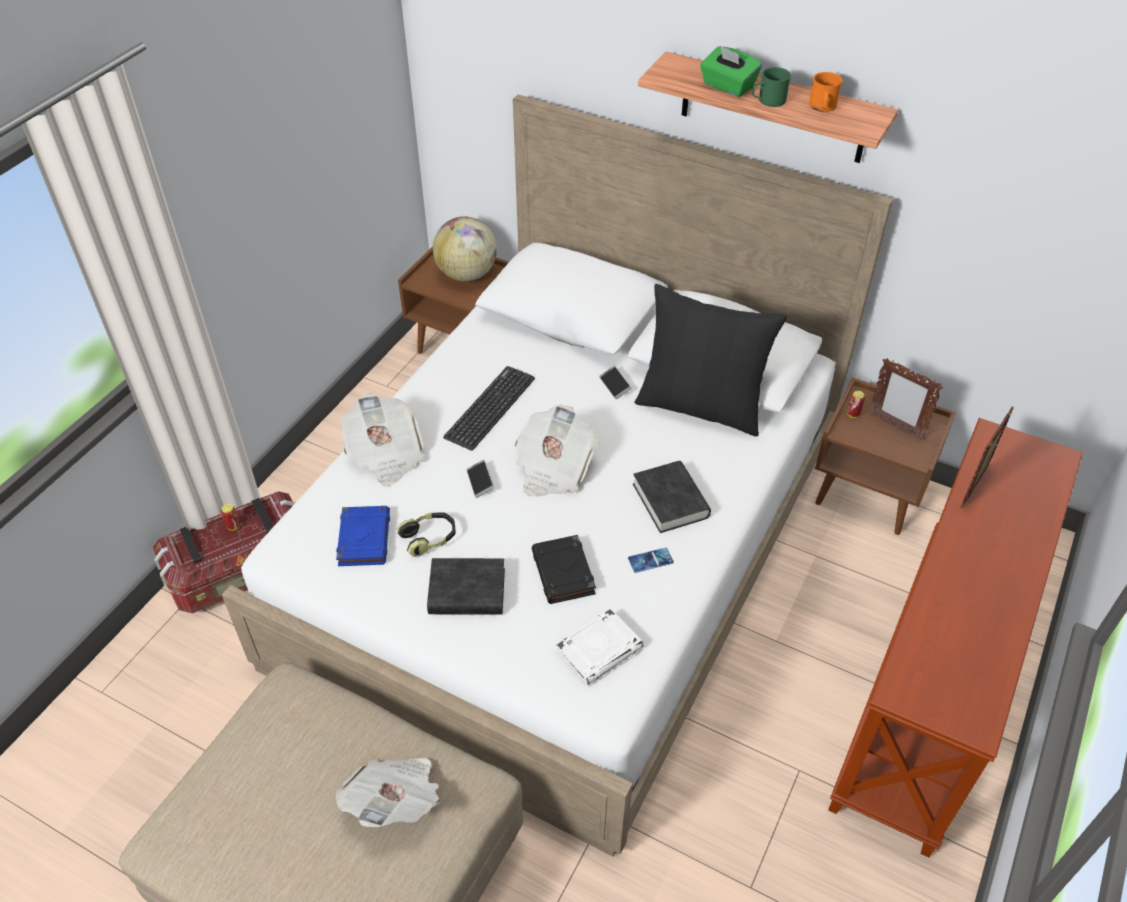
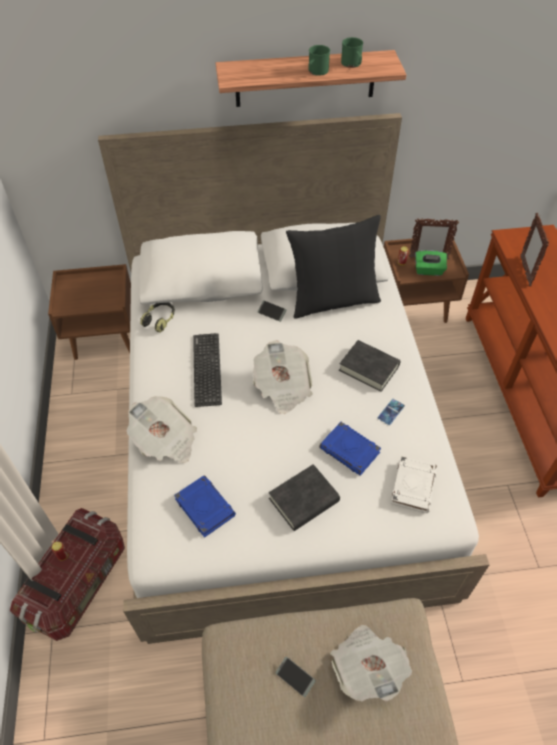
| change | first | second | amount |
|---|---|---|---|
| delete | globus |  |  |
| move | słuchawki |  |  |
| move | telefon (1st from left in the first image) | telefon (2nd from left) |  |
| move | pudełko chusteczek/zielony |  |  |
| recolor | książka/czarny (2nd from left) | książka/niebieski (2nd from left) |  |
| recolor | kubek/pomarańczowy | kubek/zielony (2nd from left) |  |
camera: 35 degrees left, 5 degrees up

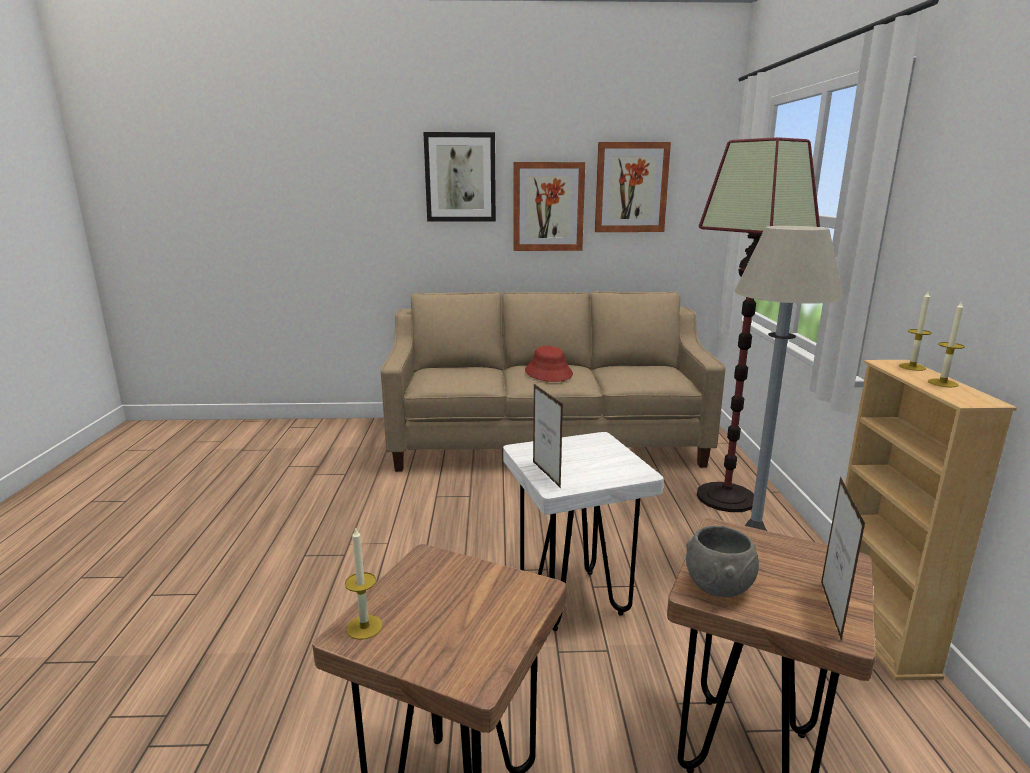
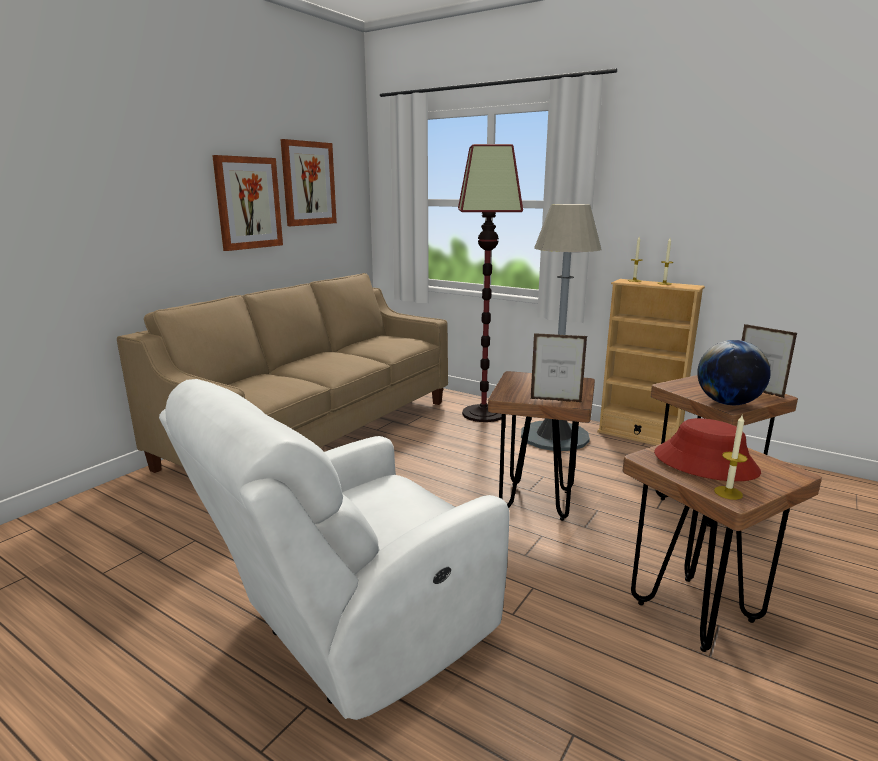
| change | first | second | amount |
|---|---|---|---|
| delete | obraz (1st from left) |  |  |
| insert |  | fotel/biały |  |
| move | kapelusz/czerwony |  |  |
| replace | miska/szary | globus |  |
| recolor | stołek/biały | stołek/brązowy (1st from left) |  |
camera: 55 degrees left, 0 degrees up

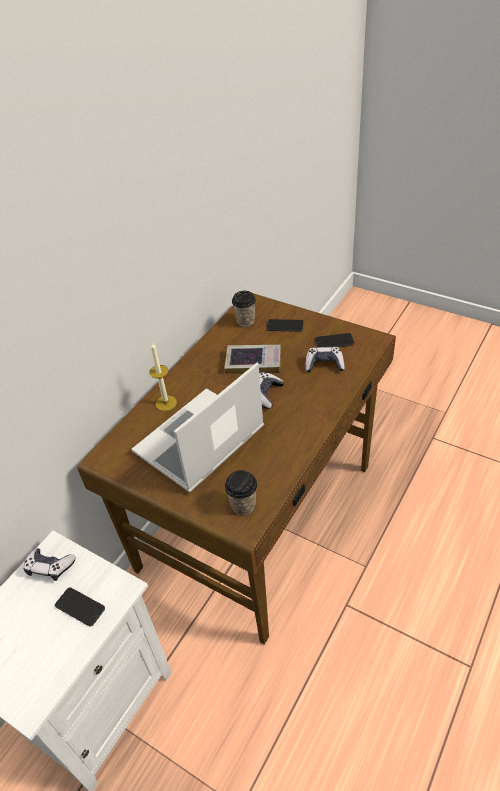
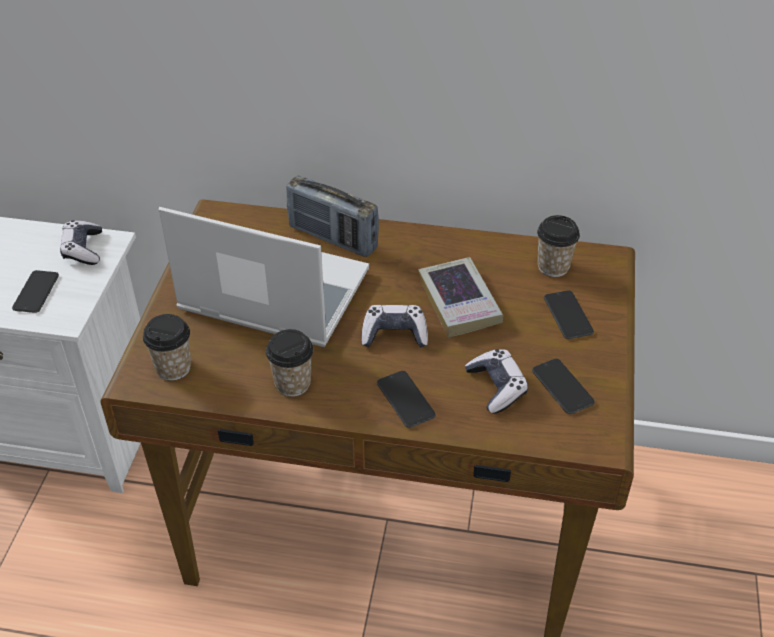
| change | first | second | amount |
|---|---|---|---|
| insert |  | filiżanka (2nd from left) |  |
| insert |  | telefon (2nd from left) |  |
| replace | świeca | radio |  |
camera: 65 degrees right, 0 degrees up

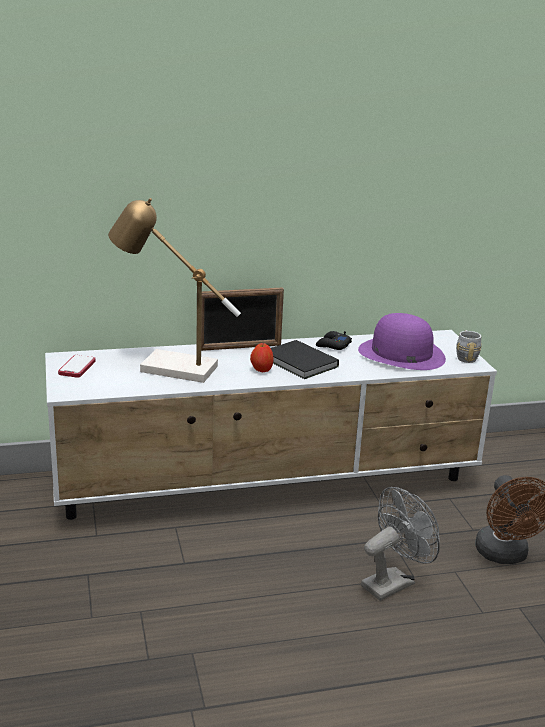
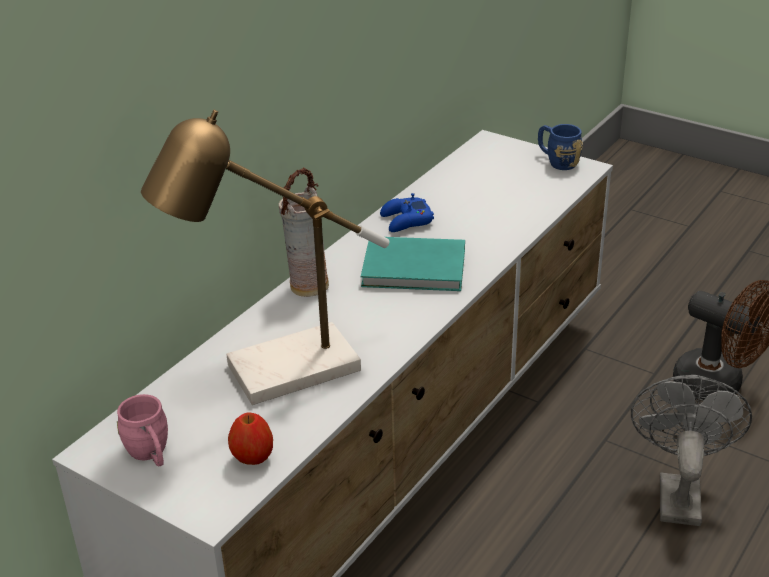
| change | first | second | amount |
|---|---|---|---|
| delete | kapelusz/fioletowy |  |  |
| move | jabłko |  |  |
| replace | telefon | kubek/różowy |  |
| replace | ramka na zdjęcie | wazon |  |
| recolor | książka/czarny | książka/turkusowy |  |
| recolor | pad do gier/czarny | pad do gier/niebieski |  |
| recolor | kubek/szary | kubek/niebieski |  |
camera: 40 degrees left, 10 degrees up

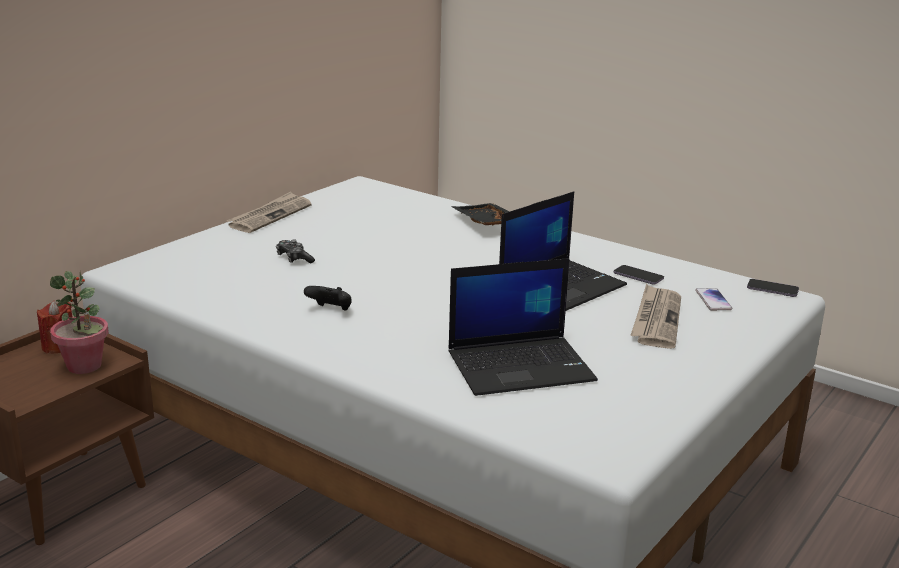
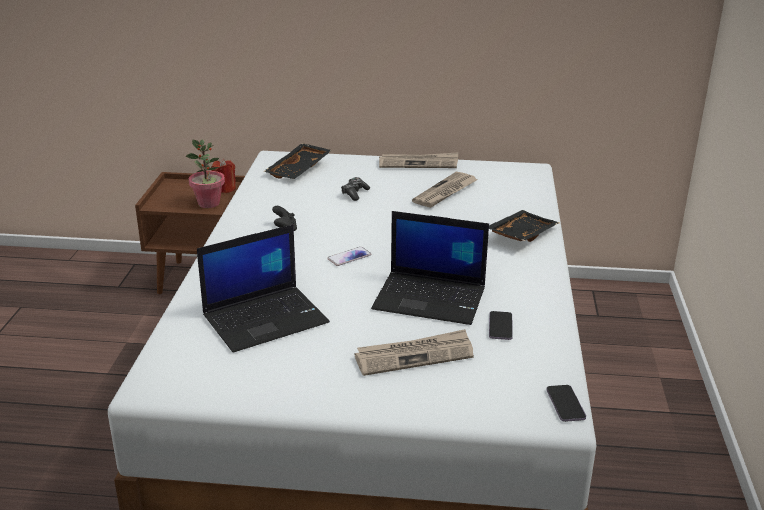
| change | first | second | amount |
|---|---|---|---|
| insert |  | taca/czarny (1st from left) |  |
| insert |  | gazeta (3rd from left) |  |
| move | telefon (2nd from left in the first image) | telefon (1st from left) |  |
| rotate | laptop (1st from left) |  | 75 degrees counterclockwise |
camera: 60 degrees right, 5 degrees up

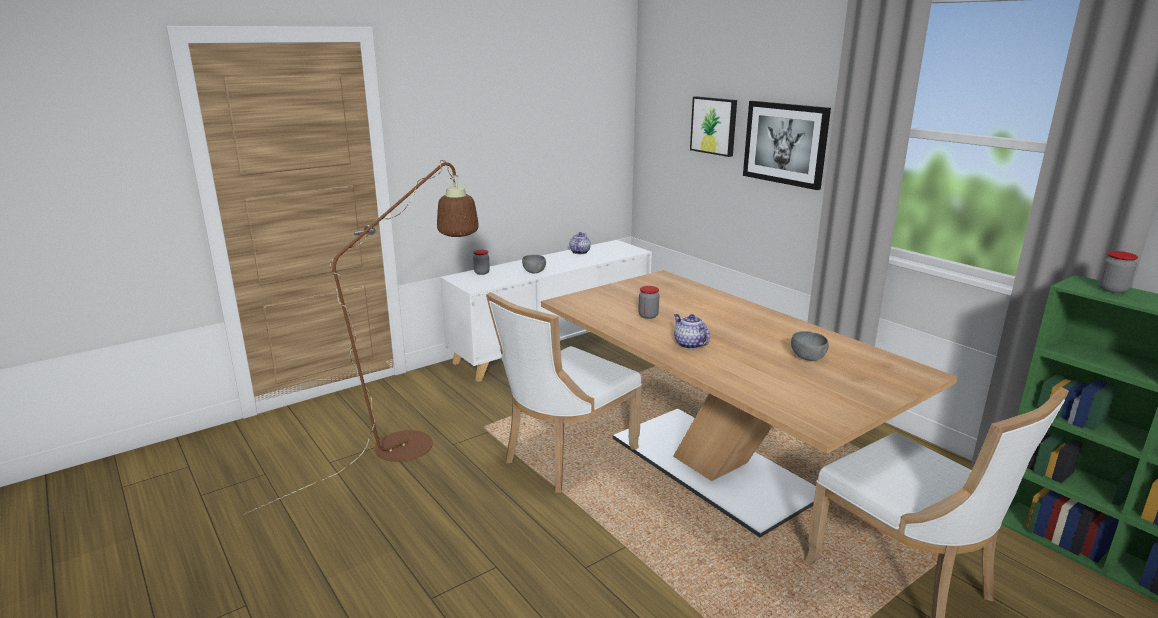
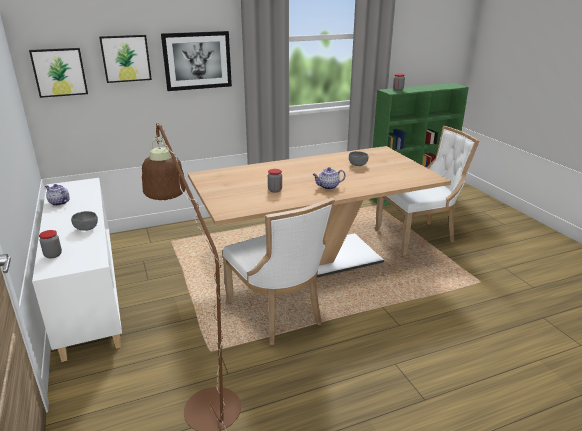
| change | first | second | amount |
|---|---|---|---|
| insert |  | obraz (1st from left) |  |
camera: 75 degrees left, 5 degrees up

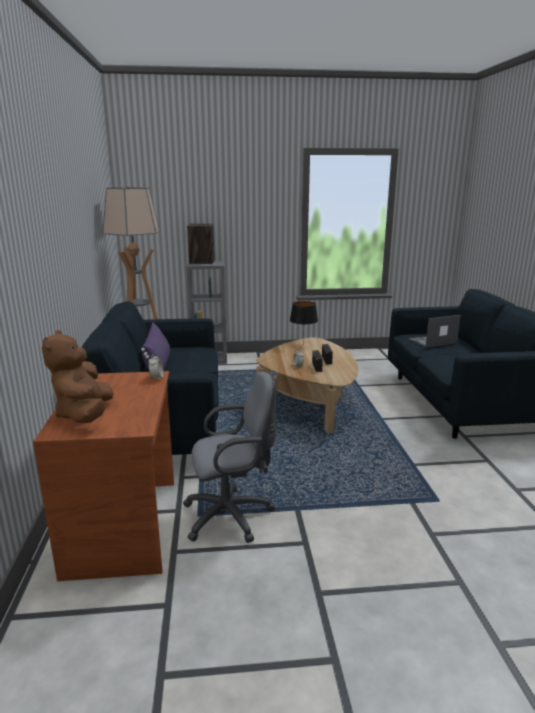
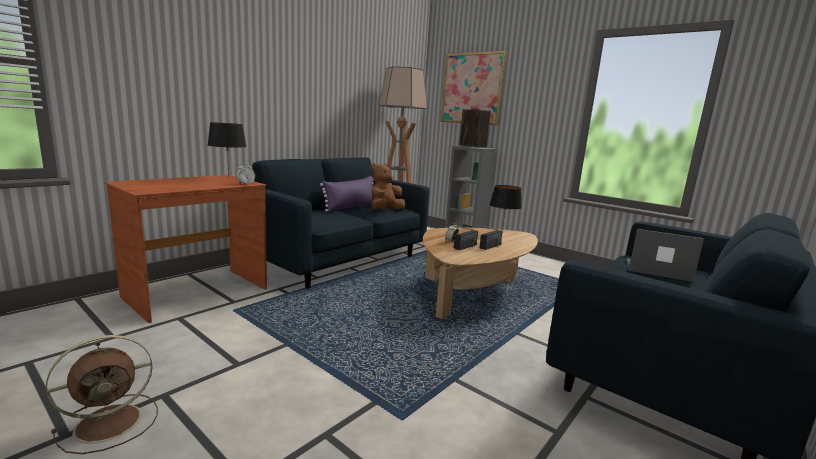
| change | first | second | amount |
|---|---|---|---|
| delete | krzesło biurowe/szary |  |  |
| insert |  | wentylator/brązowy |  |
| insert |  | lampa stołowa/czarny (1st from left) |  |
| insert |  | obraz |  |
| move | pluszak/brązowy |  |  |
camera: 45 degrees right, 5 degrees down

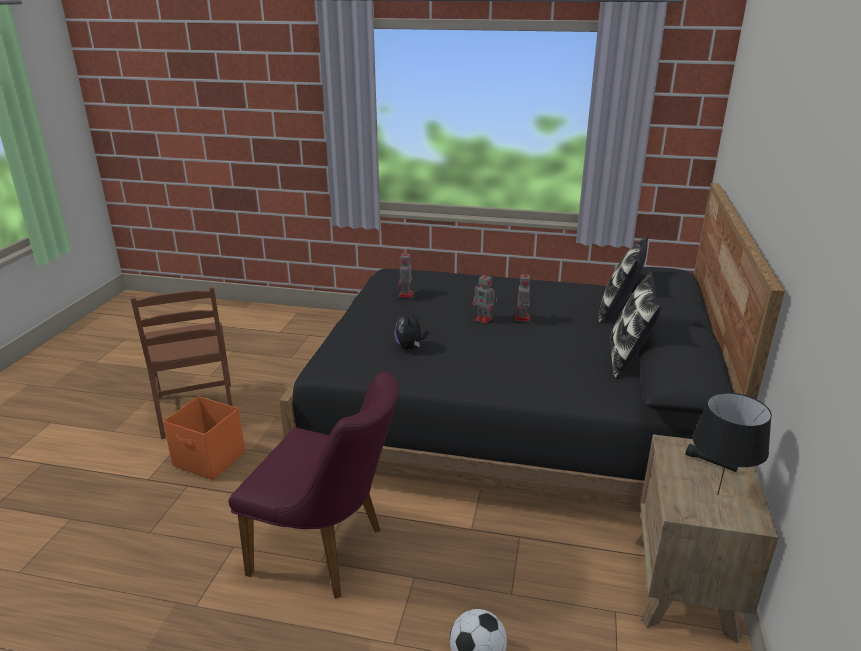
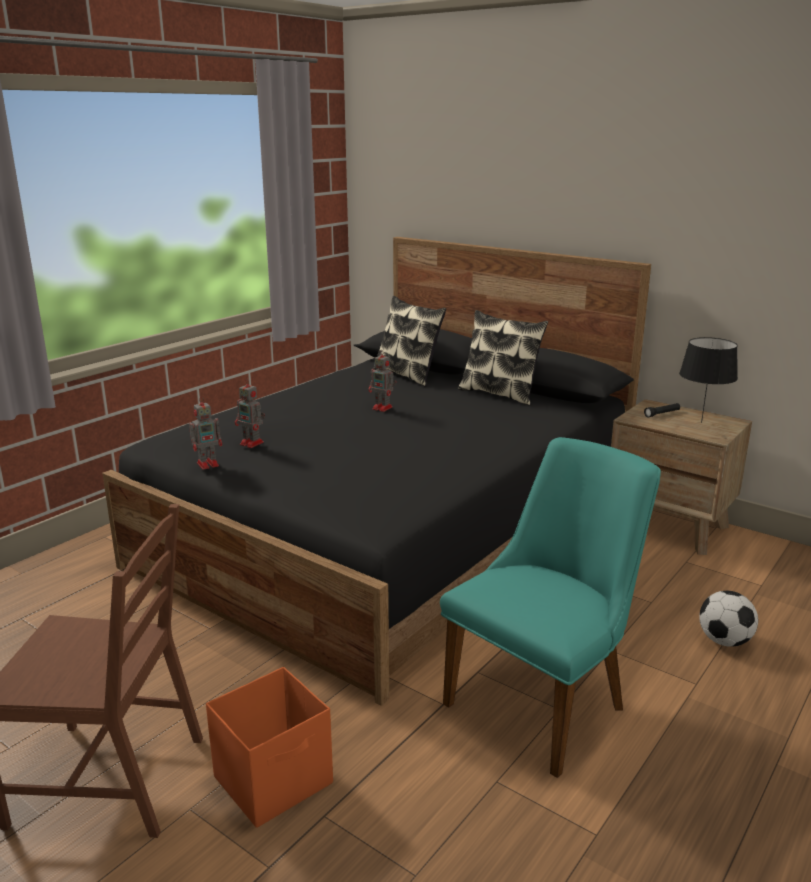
| change | first | second | amount |
|---|---|---|---|
| delete | pluszak |  |  |
| move | robot zabawkowy (2nd from left in the first image) | robot zabawkowy (1st from left) |  |
| recolor | krzesło/fioletowy | krzesło/turkusowy |  |
camera: 65 degrees left, 5 degrees down

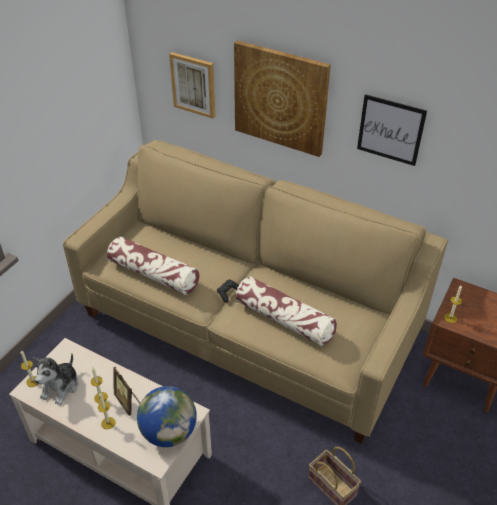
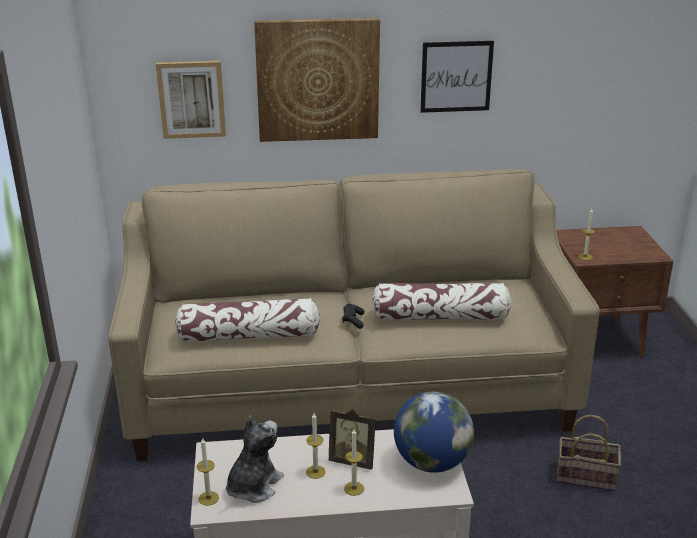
| change | first | second | amount |
|---|---|---|---|
| rotate | pluszak |  | 135 degrees counterclockwise |
camera: 35 degrees left, 15 degrees down

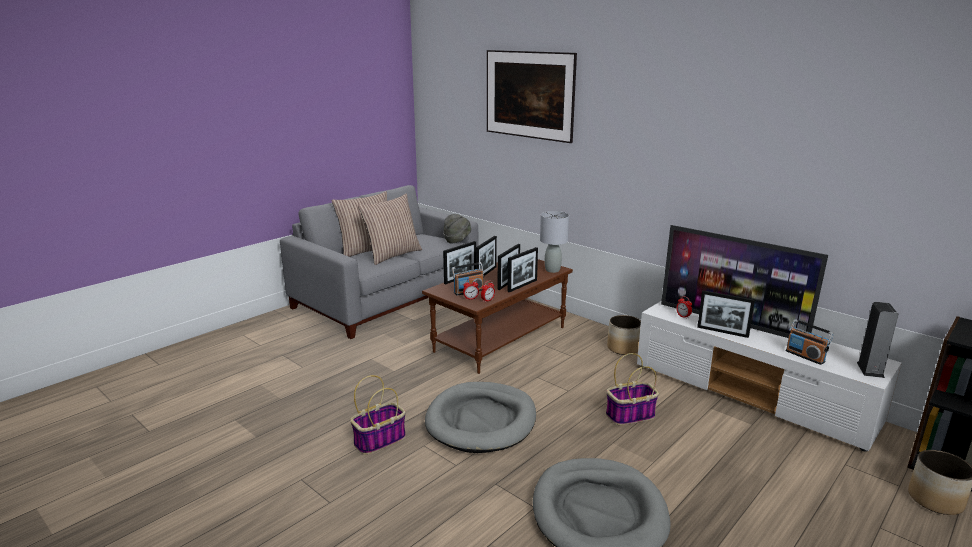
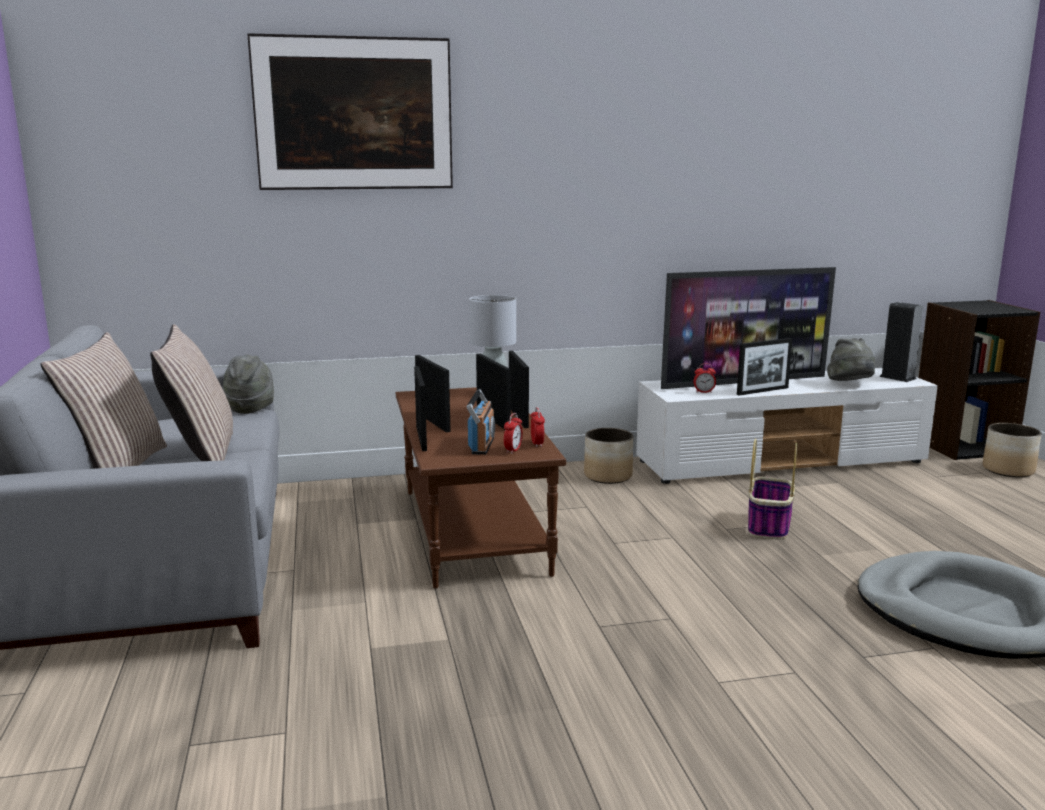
| change | first | second | amount |
|---|---|---|---|
| delete | koszyk (1st from left) |  |  |
| delete | legowisko/szary (1st from left) |  |  |
| replace | radio (2nd from left) | kapelusz/szary (2nd from left) |  |
camera: 55 degrees left, 5 degrees down

